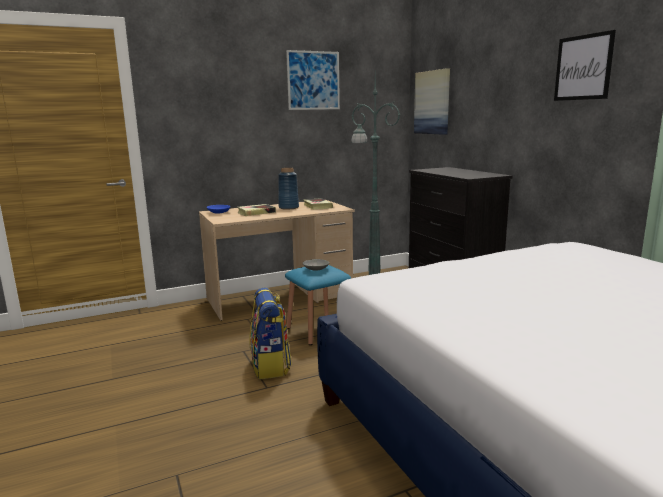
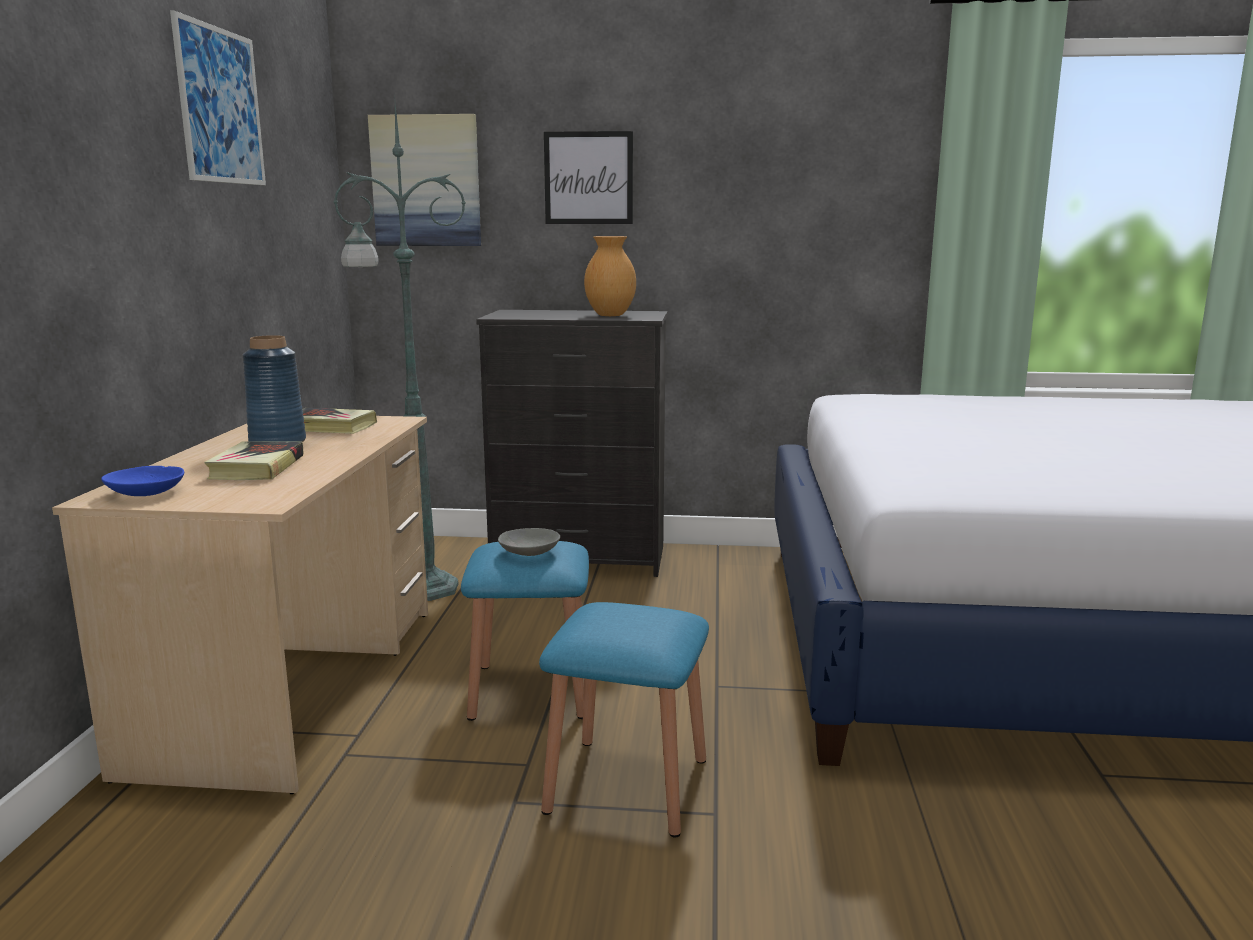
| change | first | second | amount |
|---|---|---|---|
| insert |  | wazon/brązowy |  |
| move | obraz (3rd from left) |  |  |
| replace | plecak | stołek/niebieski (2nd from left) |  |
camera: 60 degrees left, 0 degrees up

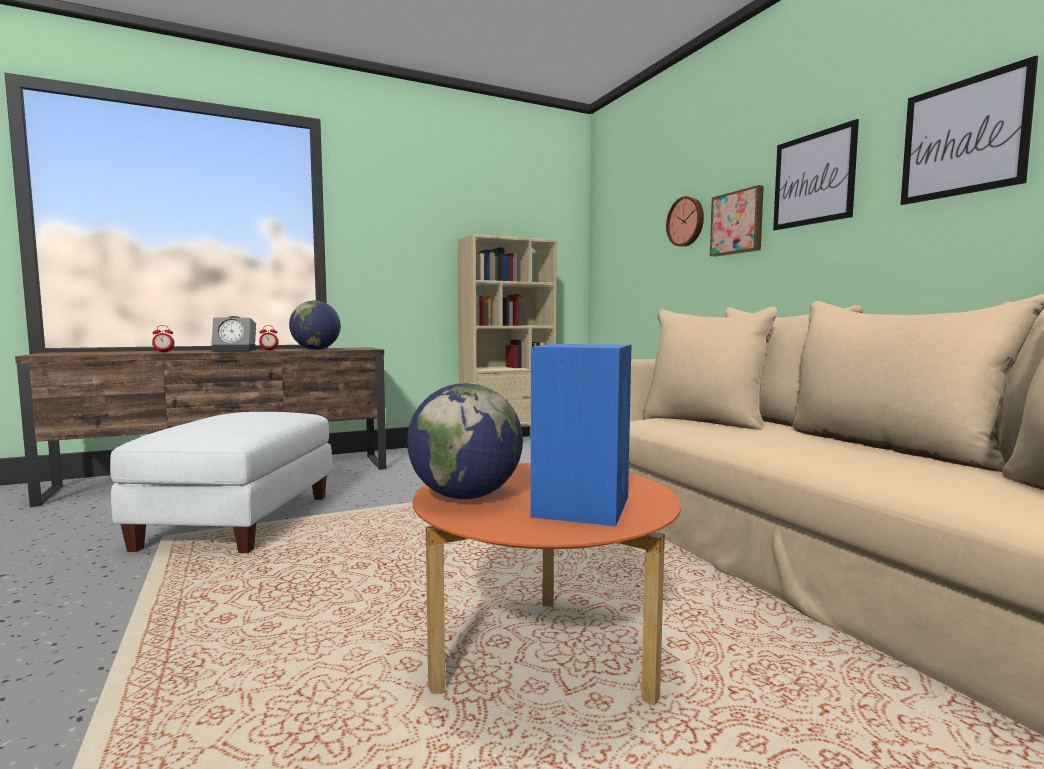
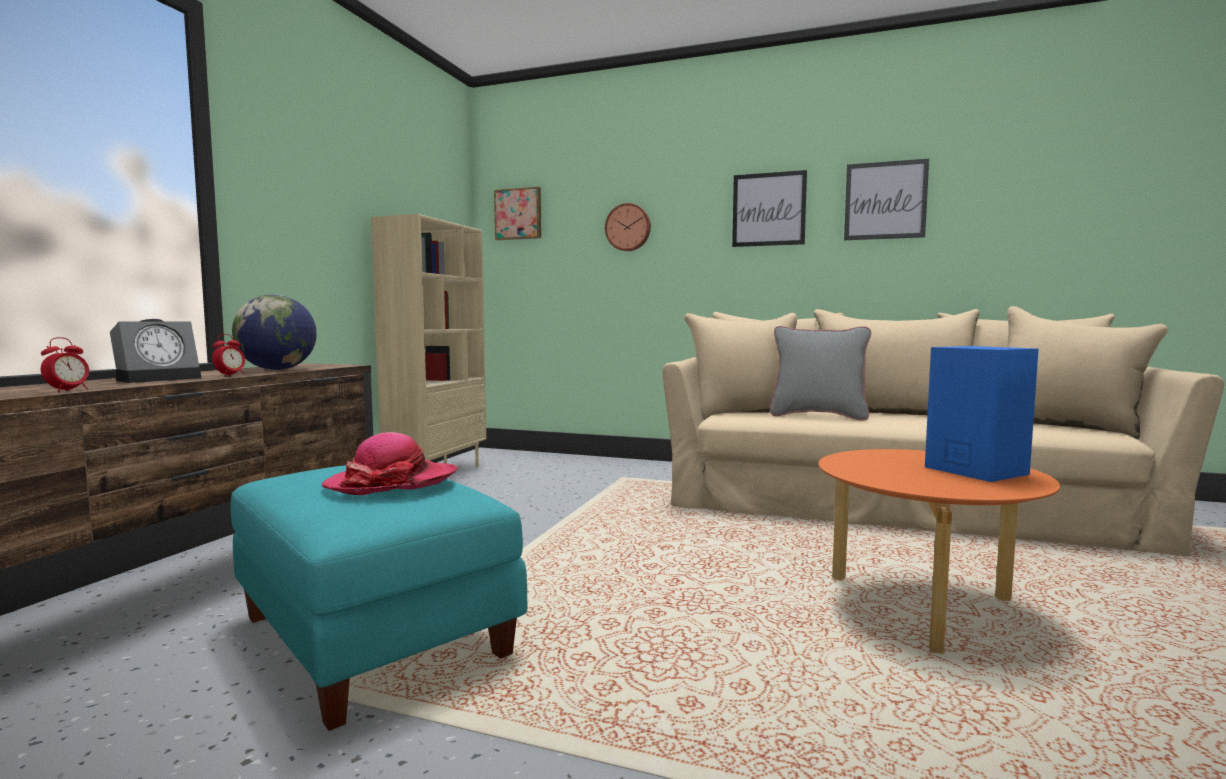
| change | first | second | amount |
|---|---|---|---|
| delete | globus (2nd from left) |  |  |
| insert |  | kapelusz |  |
| insert |  | poduszka/szary |  |
| move | obraz (1st from left) |  |  |
| recolor | pufa/biały | pufa/turkusowy |  |
camera: 45 degrees left, 0 degrees up

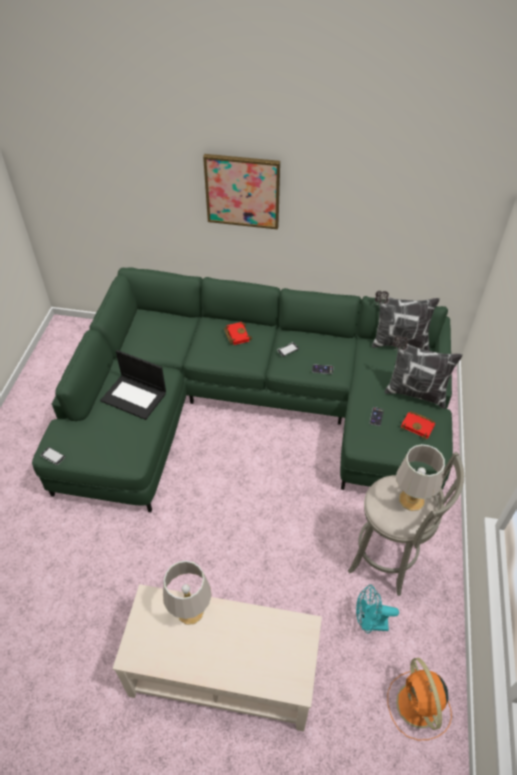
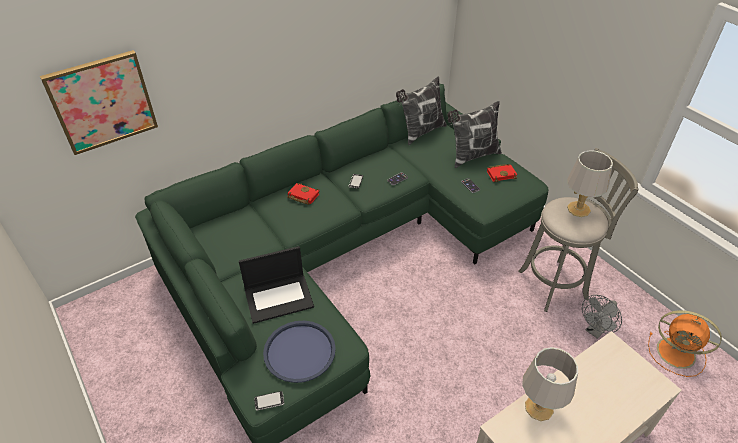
| change | first | second | amount |
|---|---|---|---|
| insert |  | taca/niebieski |  |
| move | obraz |  |  |
| recolor | wentylator/turkusowy | wentylator/szary |  |
camera: 45 degrees left, 5 degrees down

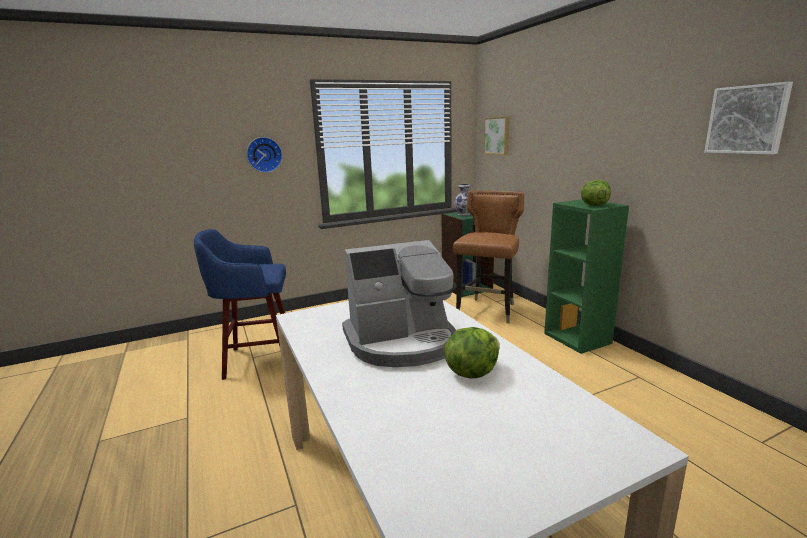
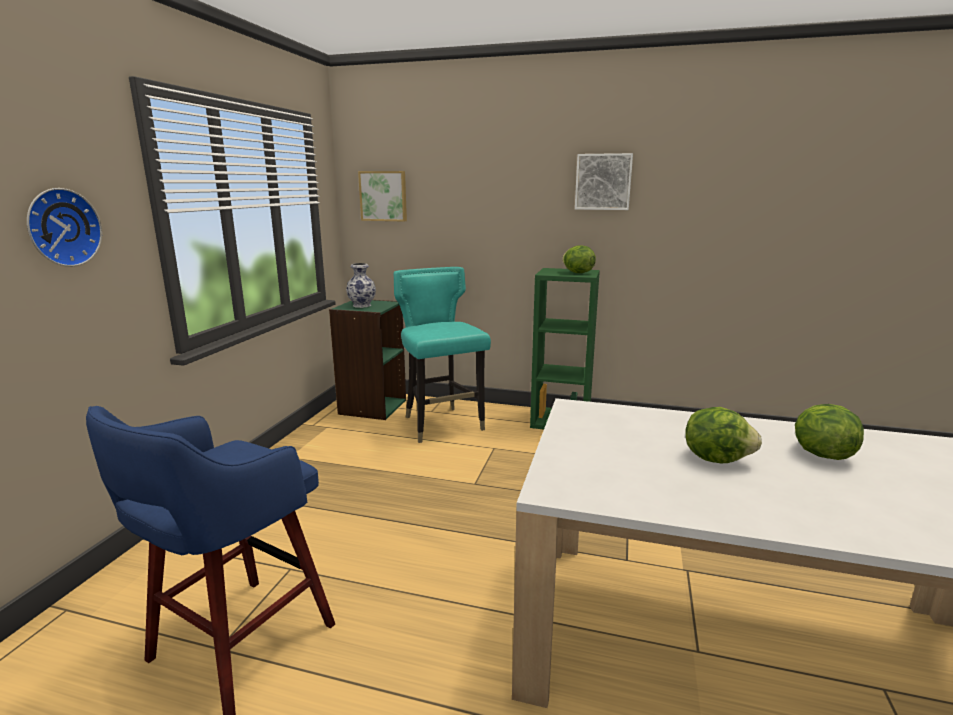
| change | first | second | amount |
|---|---|---|---|
| move | obraz (2nd from left) |  |  |
| replace | ekspres do kawy | sałata (2nd from left) |  |
| recolor | krzesło/brązowy | krzesło/turkusowy |  |
camera: 50 degrees left, 0 degrees up

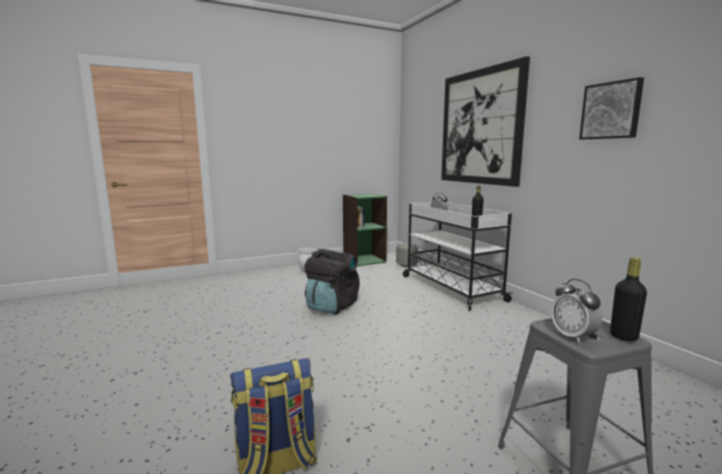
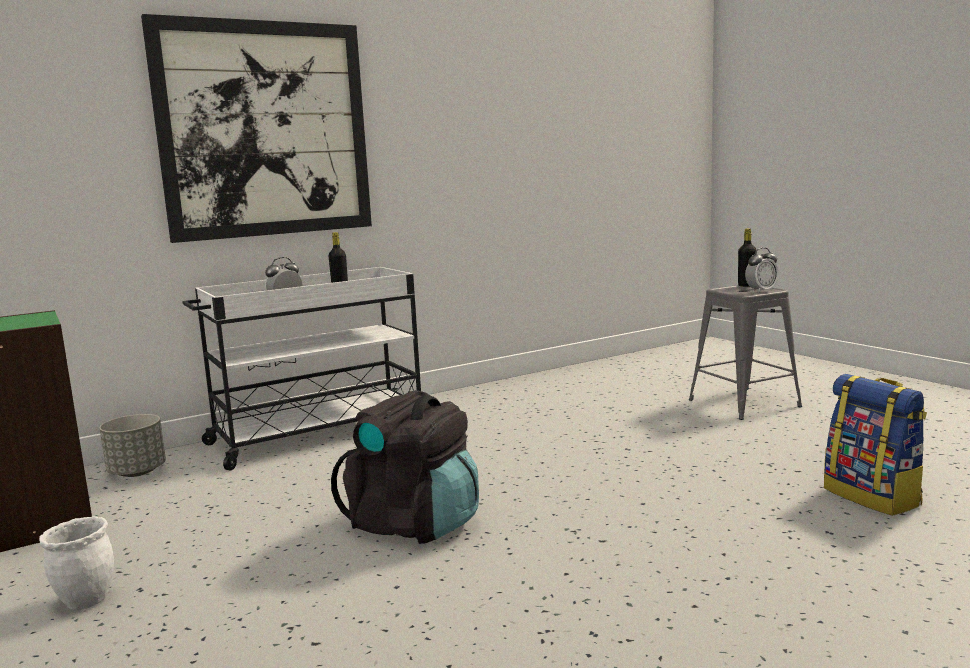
| change | first | second | amount |
|---|---|---|---|
| delete | obraz (2nd from left) |  |  |
camera: 95 degrees left, 0 degrees up

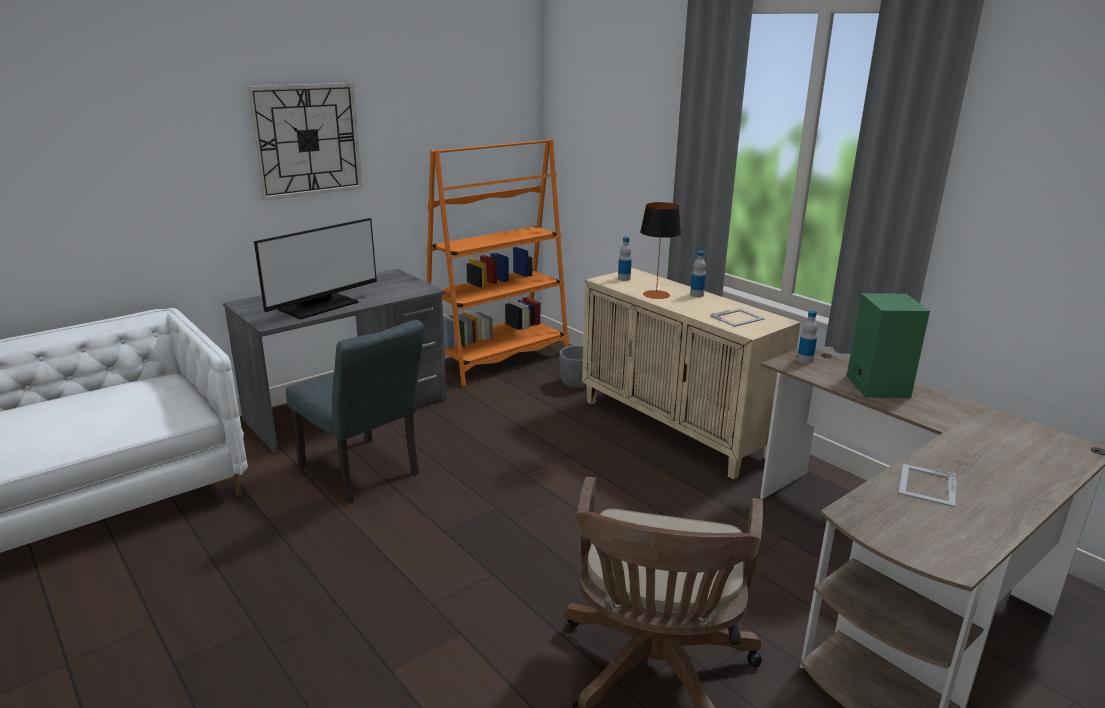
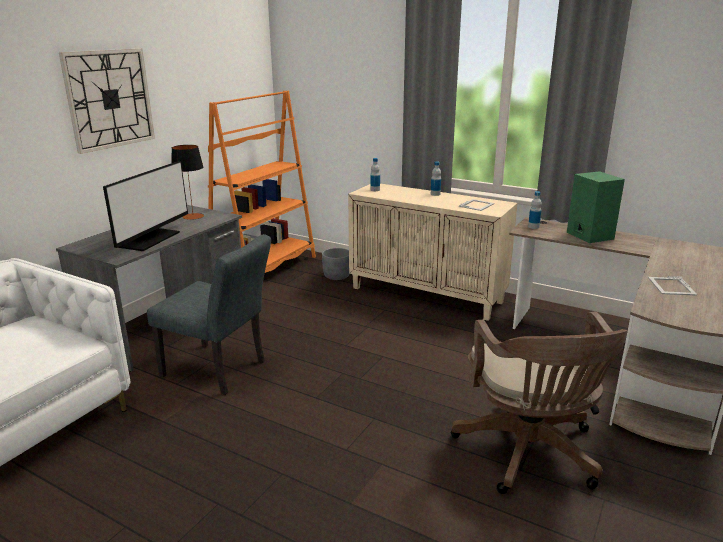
| change | first | second | amount |
|---|---|---|---|
| move | lampa stołowa |  |  |
camera: 20 degrees left, 0 degrees up

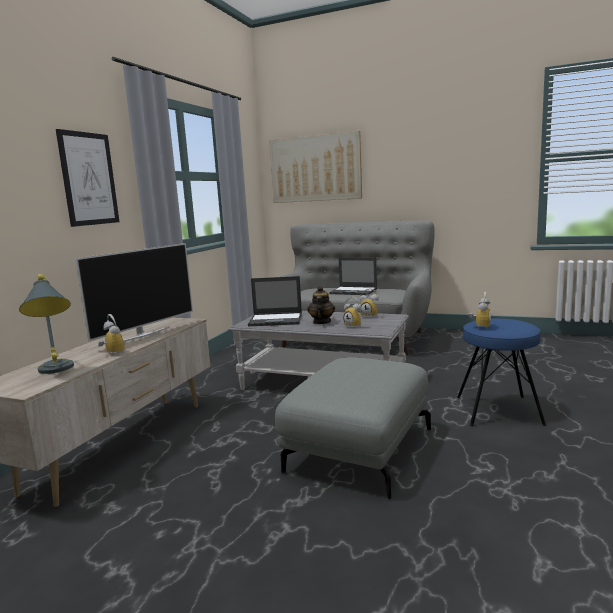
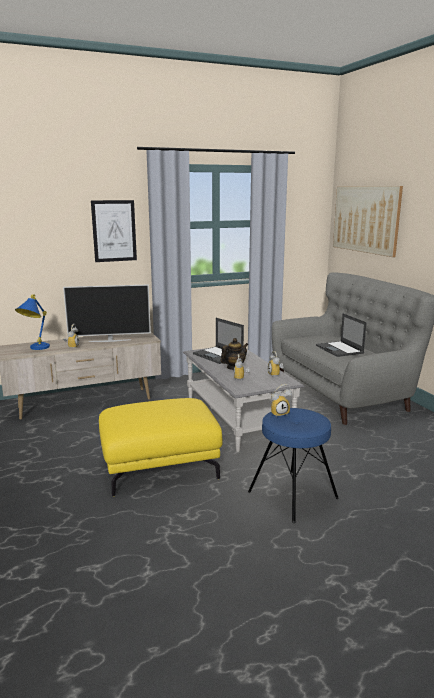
| change | first | second | amount |
|---|---|---|---|
| recolor | lampa stołowa/szary | lampa stołowa/niebieski |  |
| recolor | pufa/szary | pufa/żółty |  |
camera: 45 degrees right, 5 degrees up

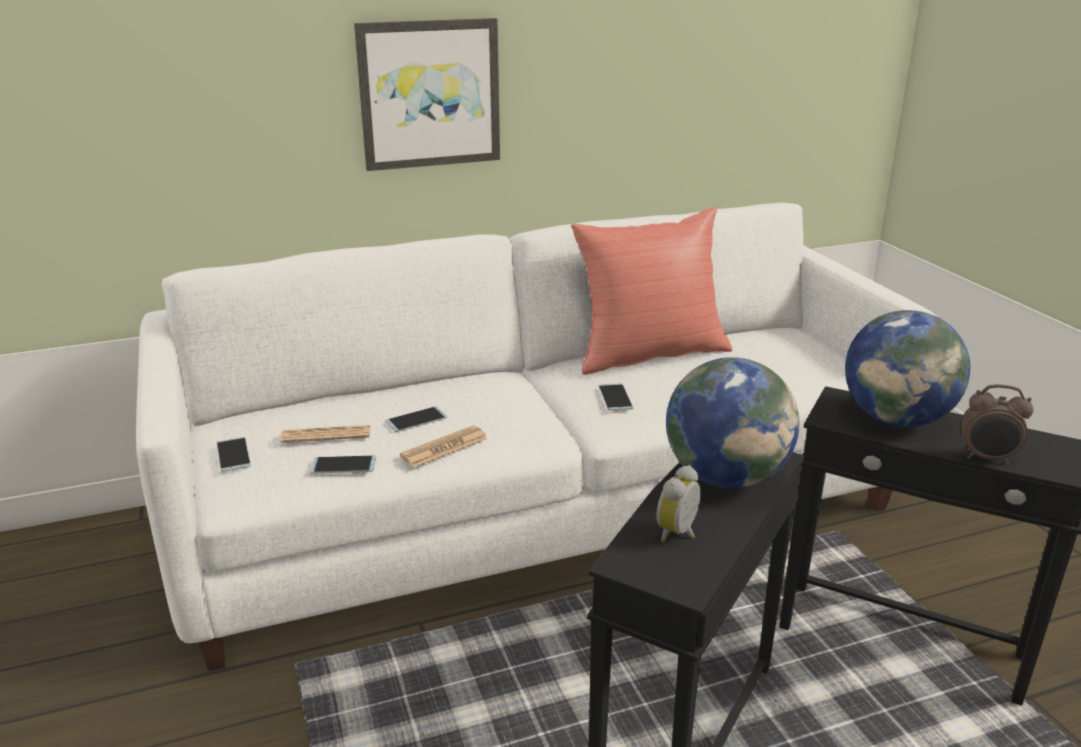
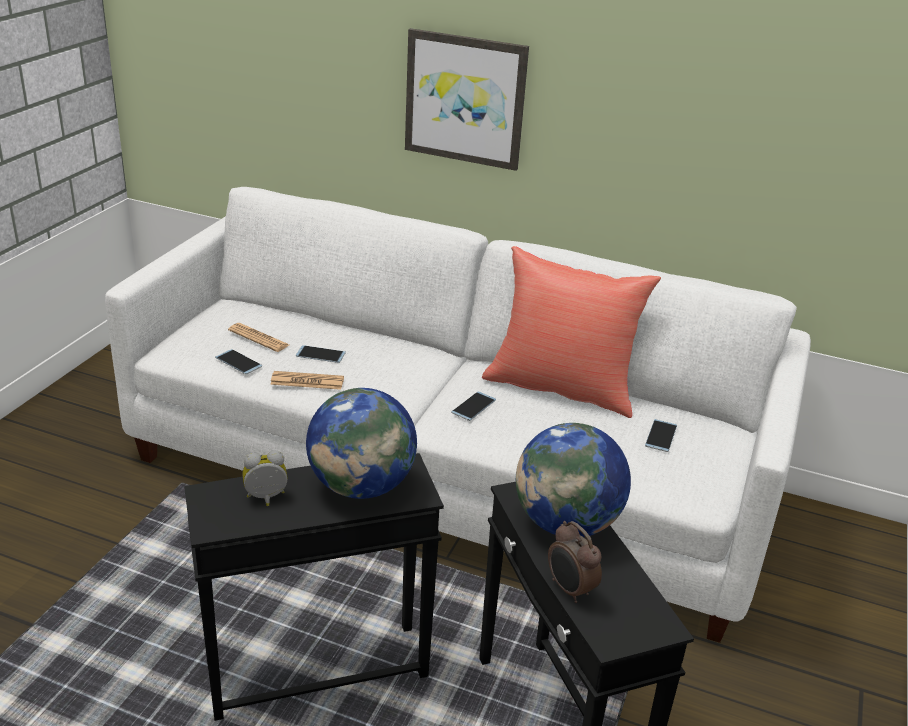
| change | first | second | amount |
|---|---|---|---|
| move | telefon (1st from left in the first image) | telefon (4th from left) |  |
camera: 40 degrees right, 5 degrees up

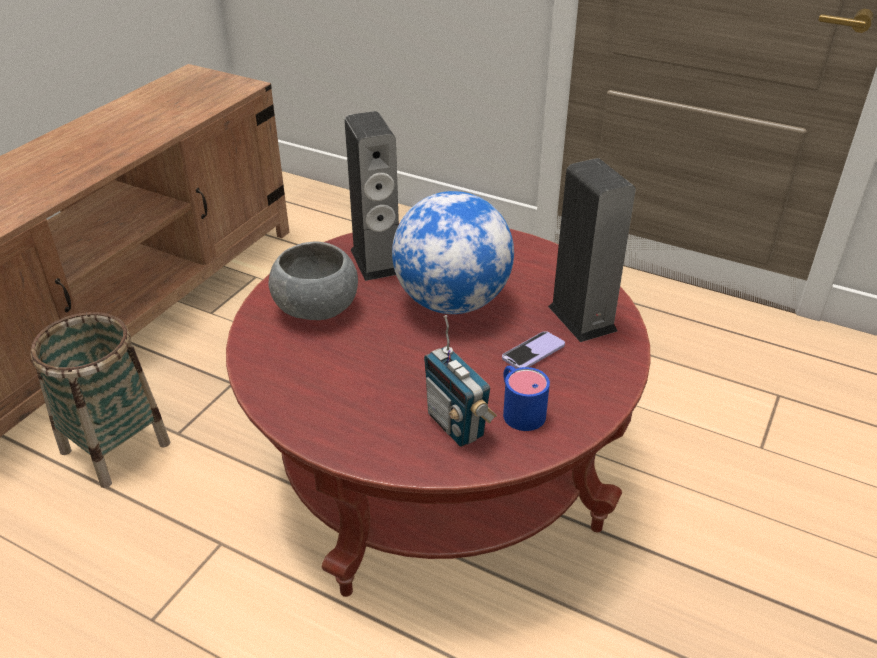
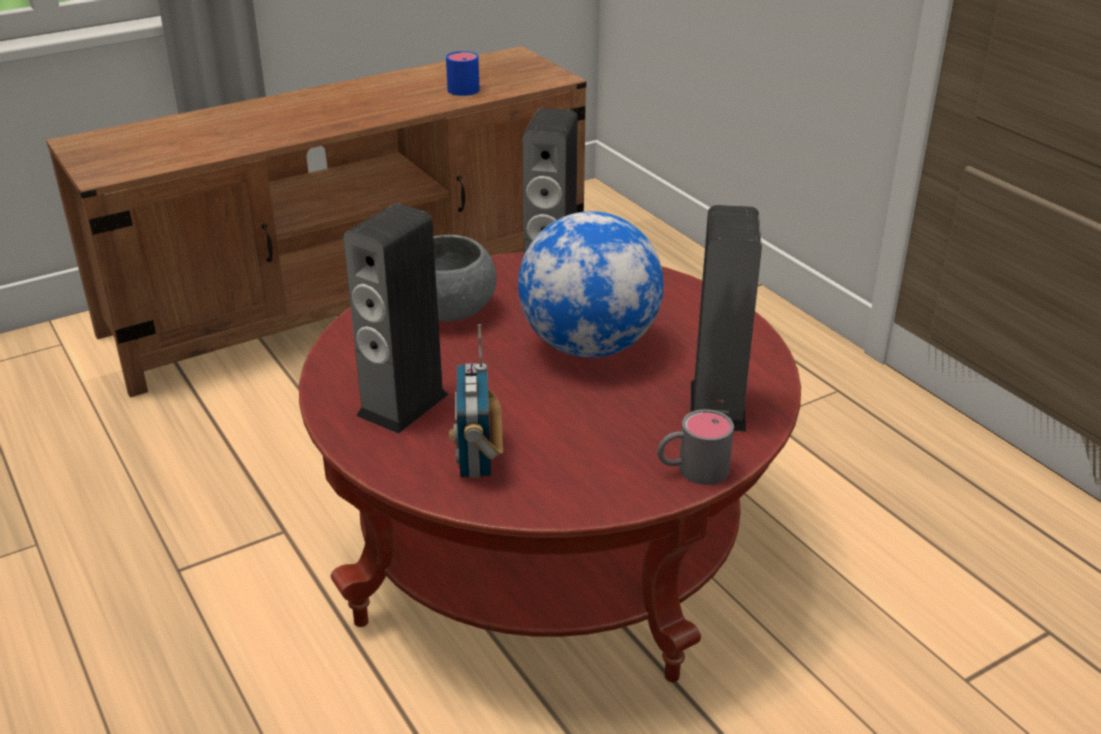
| change | first | second | amount |
|---|---|---|---|
| delete | koszyk |  |  |
| delete | telefon |  |  |
| insert |  | głośnik (1st from left) |  |
| insert |  | kubek/szary |  |
| move | kubek/niebieski |  |  |
camera: 30 degrees right, 5 degrees down

